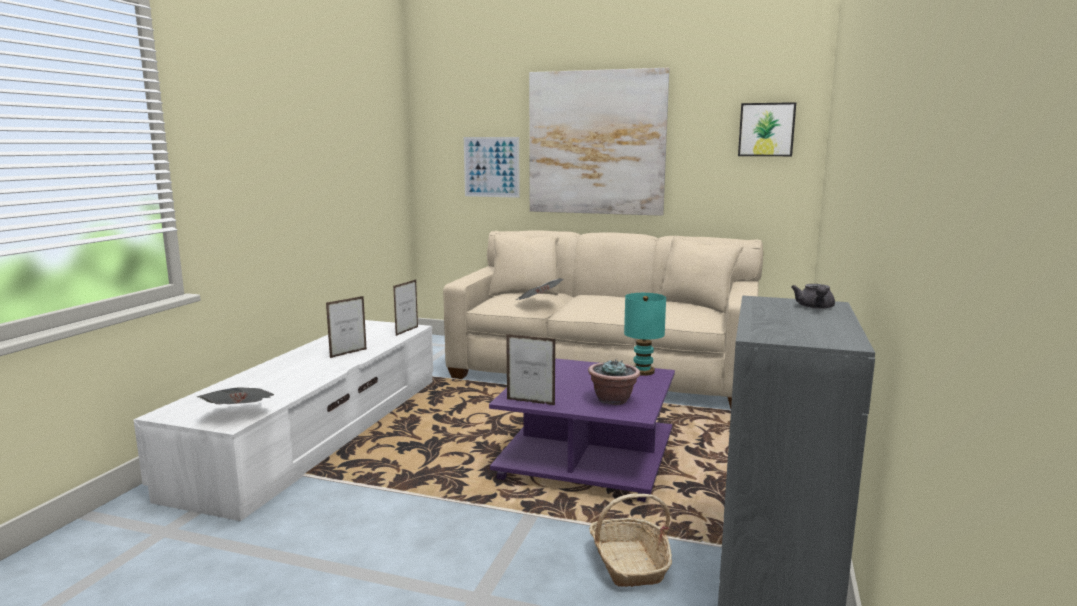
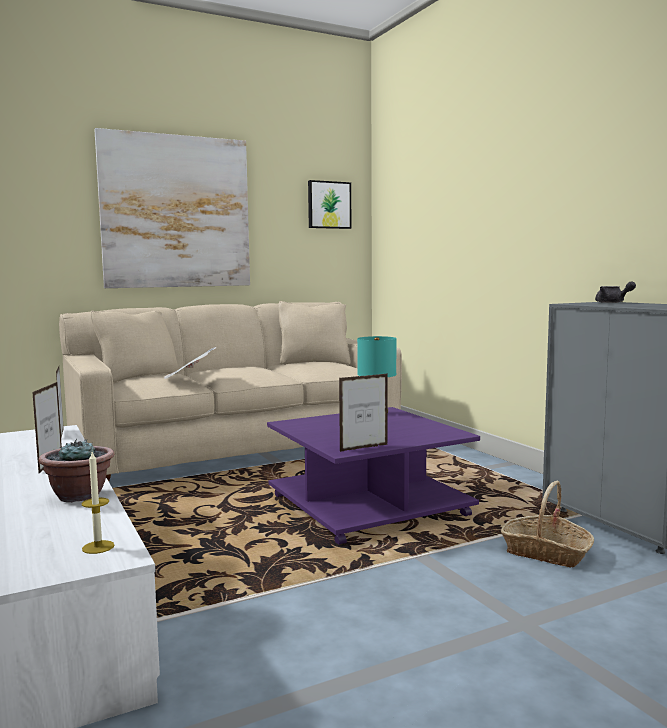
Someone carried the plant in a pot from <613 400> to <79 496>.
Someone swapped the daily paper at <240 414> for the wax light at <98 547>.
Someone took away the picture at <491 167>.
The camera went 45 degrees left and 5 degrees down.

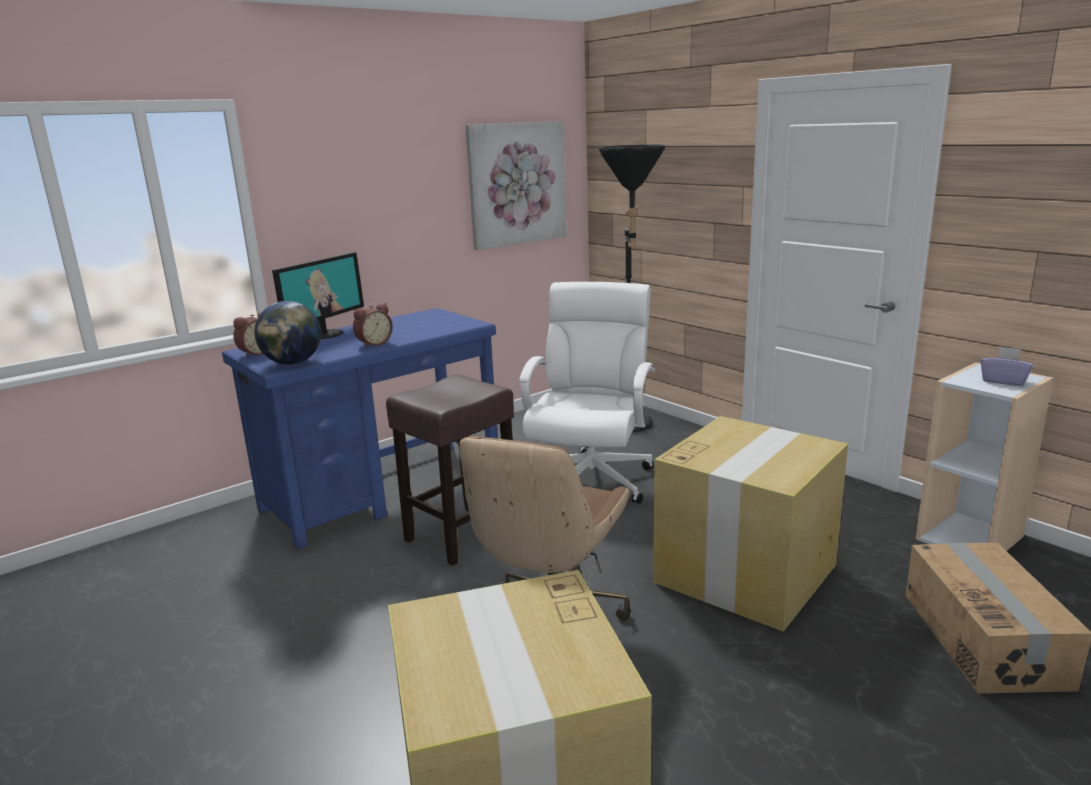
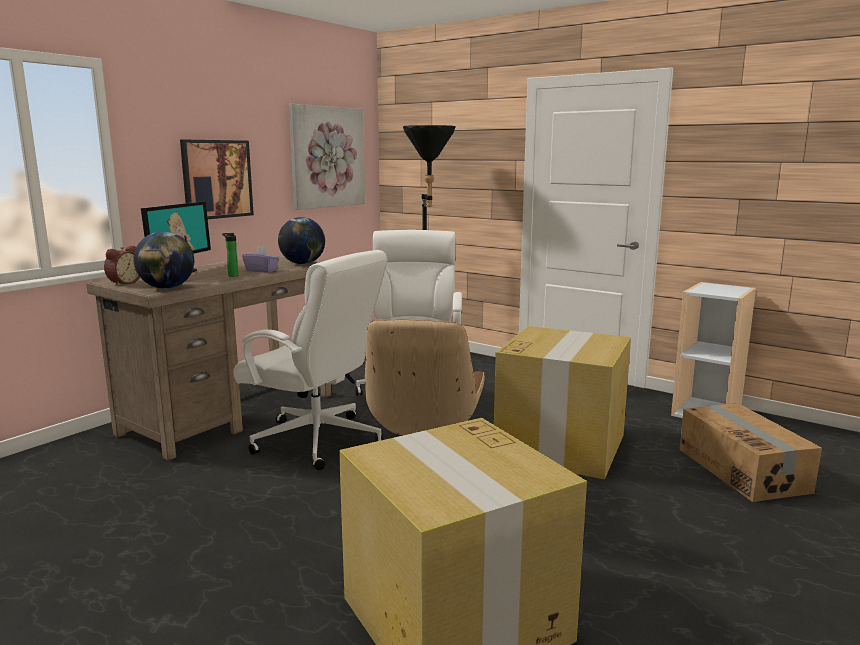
Someone repainted the blue-coloured desk at <382 491>, which became the brown desk at <230 413>.
Someone put up the picture at <217 179>.
Someone swapped the bedside clock at <373 343> for the drink bottle at <232 275>.
Someone swapped the brown stool seat at <460 535> for the white computer chair at <317 439>.
Someone carried the purple-coloured tissue box from <1003 381> to <262 271>.
Someone put down the desk globe at <302 264>.
The camera went 15 degrees left and 5 degrees down.

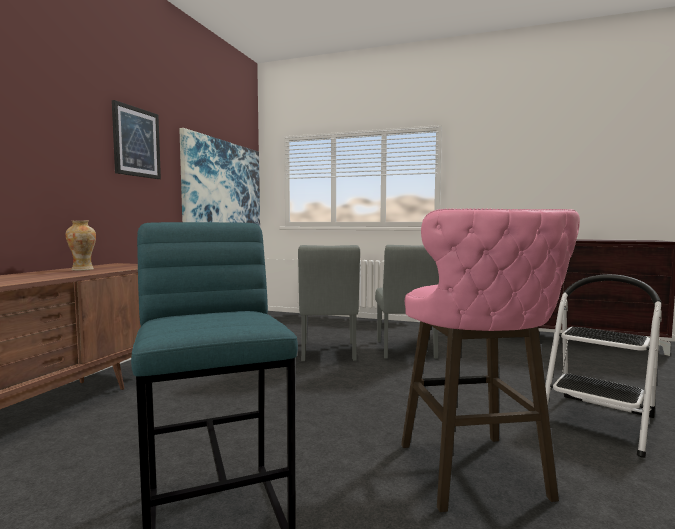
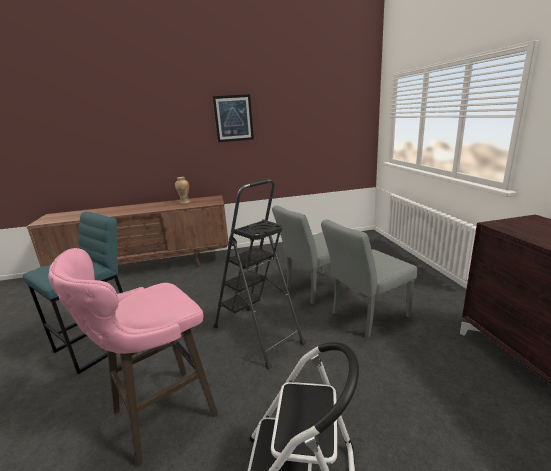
Someone put down the stepladder at <257 335>.
Someone took away the picture at <223 185>.
The camera went 60 degrees right and 15 degrees up.

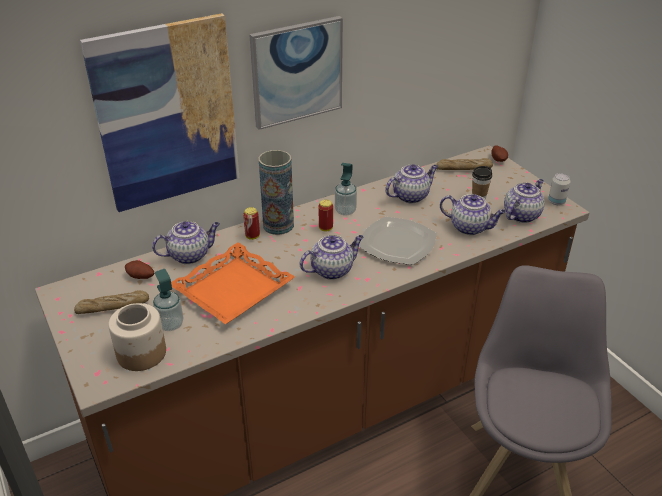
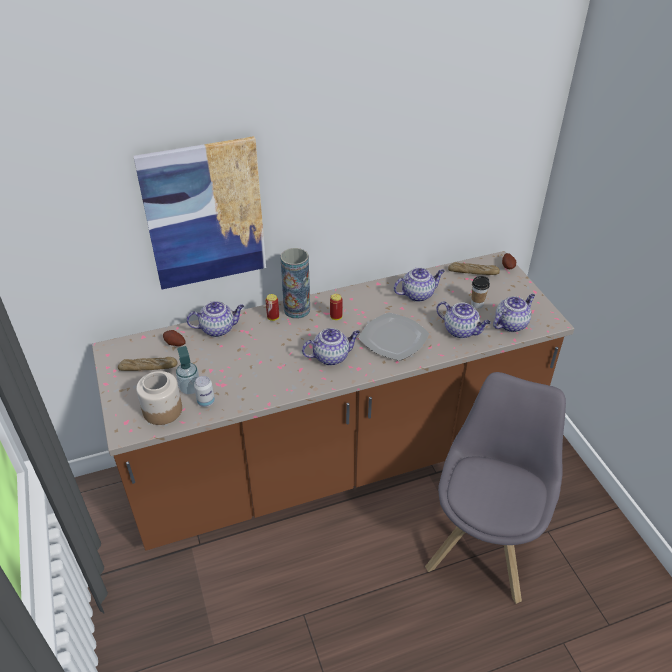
Someone carried the sealed can from <556 202> to <206 402>.
Someone took away the orange serving tray at <233 290>.
Someone took away the picture at <296 72>.
Someone took away the soap dispenser at <345 211>.
The camera went 10 degrees right and 5 degrees up.

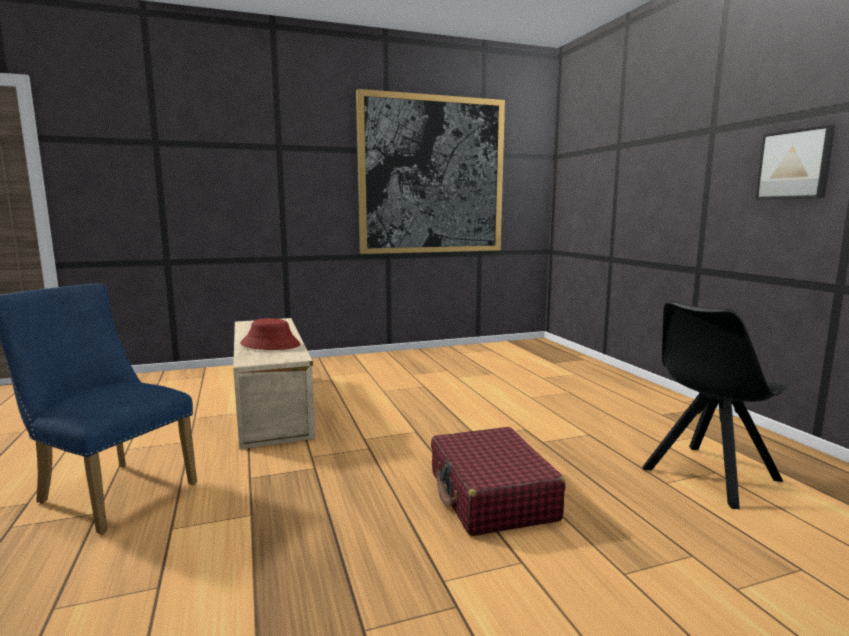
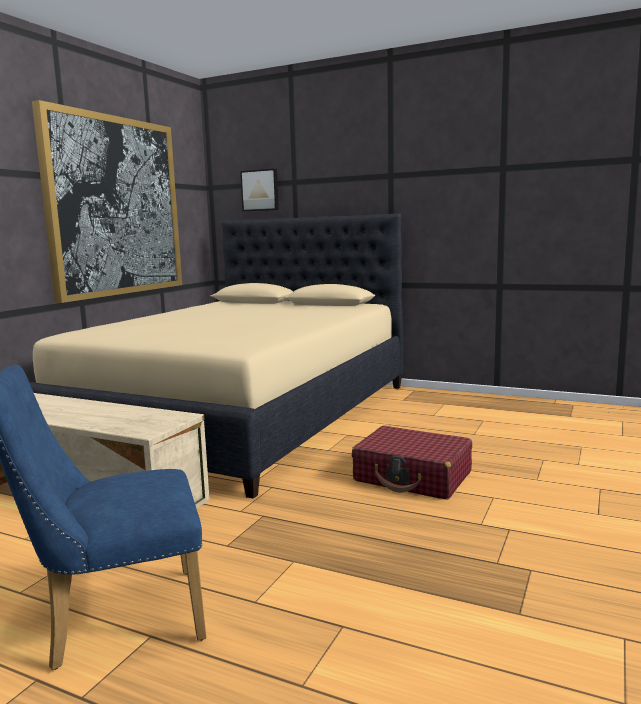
Someone put down the sand-coloured bedroom bed at <243 416>.
Someone carried the picture from <795 165> to <260 190>.
Someone took away the red-coloured wearable hat at <270 344>.
Someone took away the blackish chair at <708 475>.
The camera went 45 degrees left and 0 degrees up.

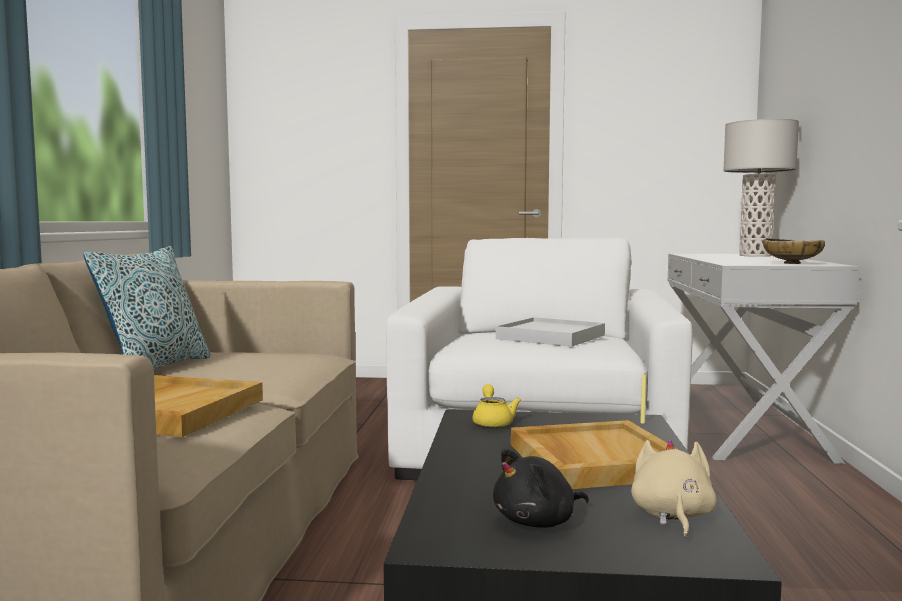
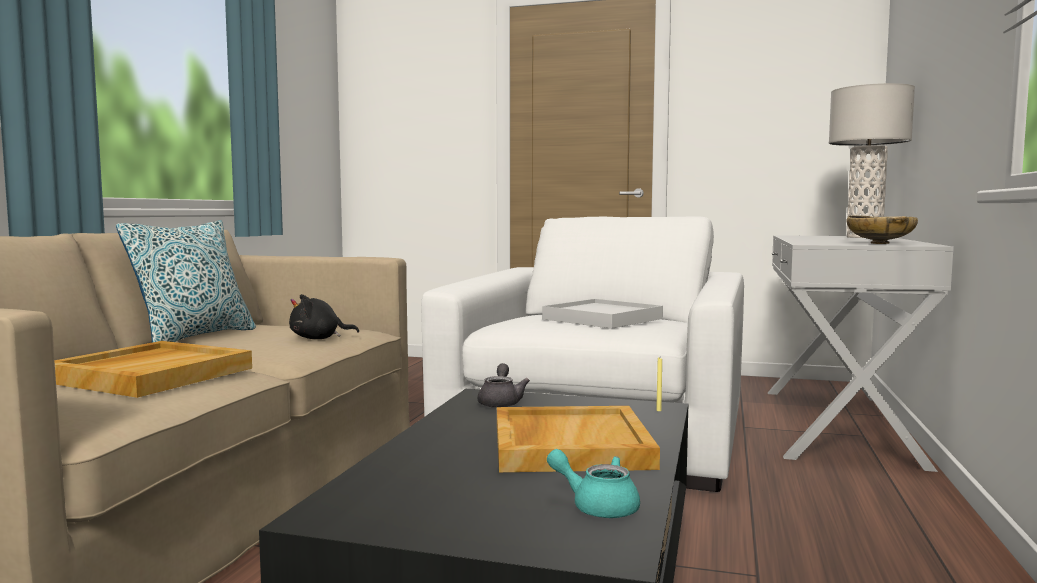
Someone carried the blackish plush toy from <538 522> to <319 338>.
Someone repainted the yellow teapot at <493 422>, which became the gray teapot at <501 402>.
Someone swapped the sand-coloured plush toy at <672 516> for the turquoise-coloured teapot at <597 506>.
The camera went 10 degrees right and 0 degrees up.

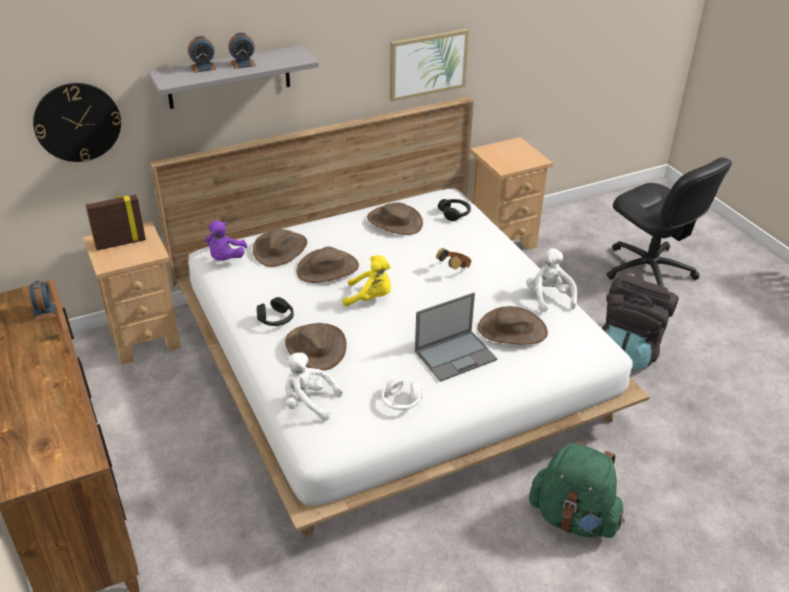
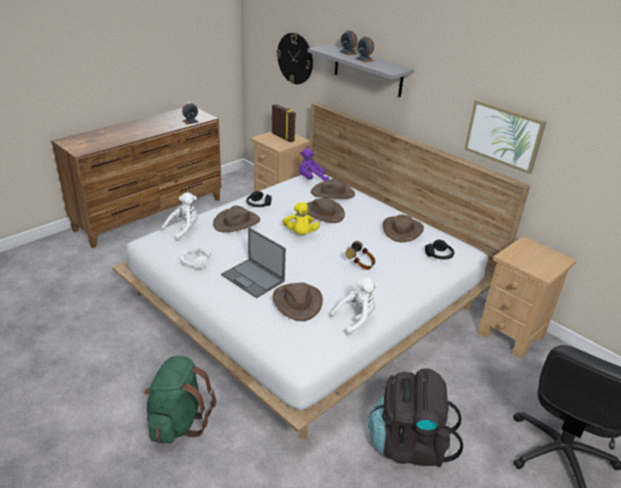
Someone rotated the white plush toy at <308 403> by 45 degrees clockwise.
The camera went 70 degrees right and 5 degrees down.

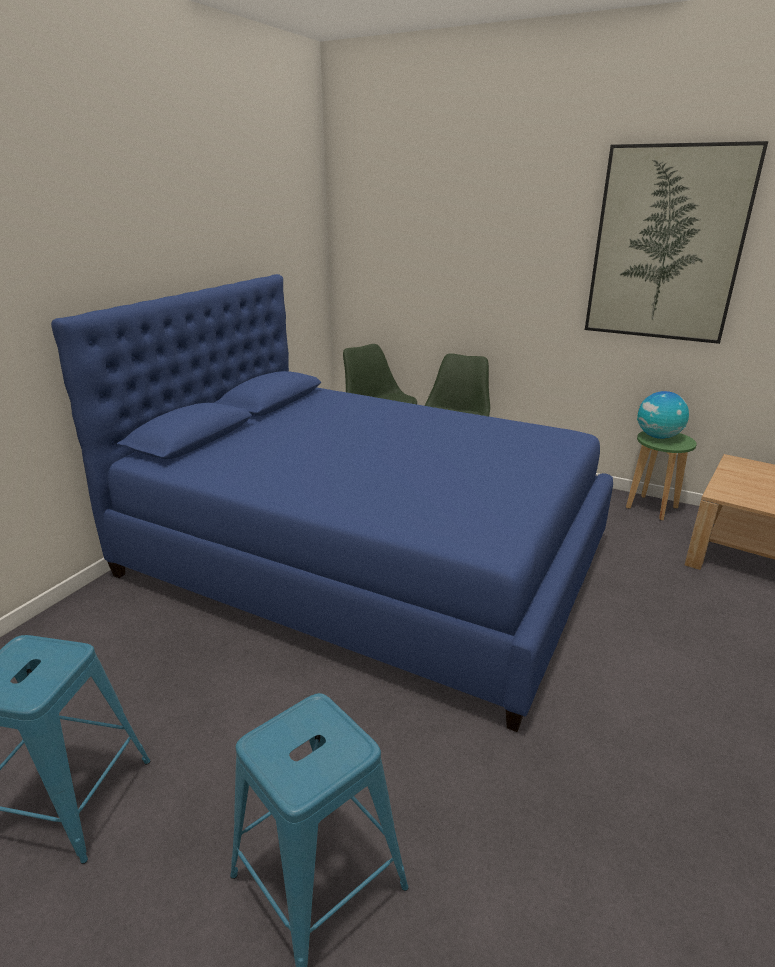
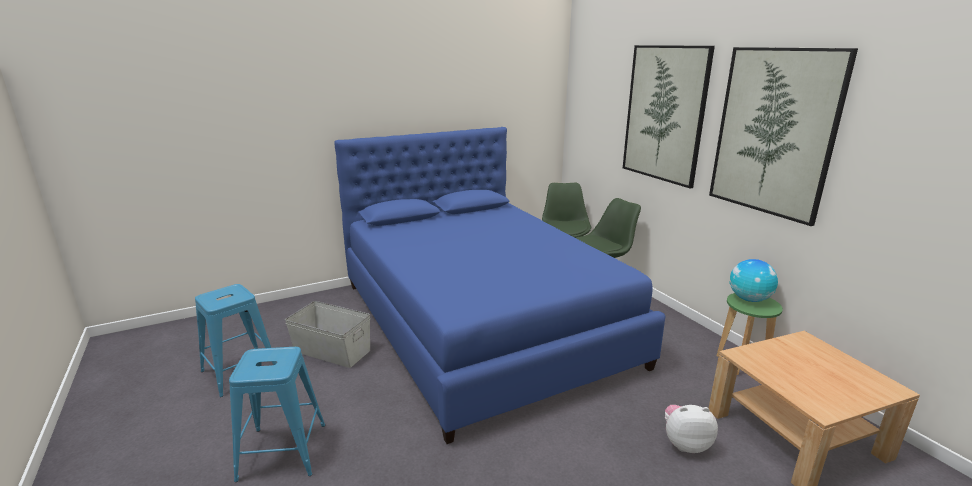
Someone put down the gray storage box at <332 350>.
Someone put up the picture at <664 114>.
Someone put down the plush toy at <685 443>.
The camera went 35 degrees right and 5 degrees down.

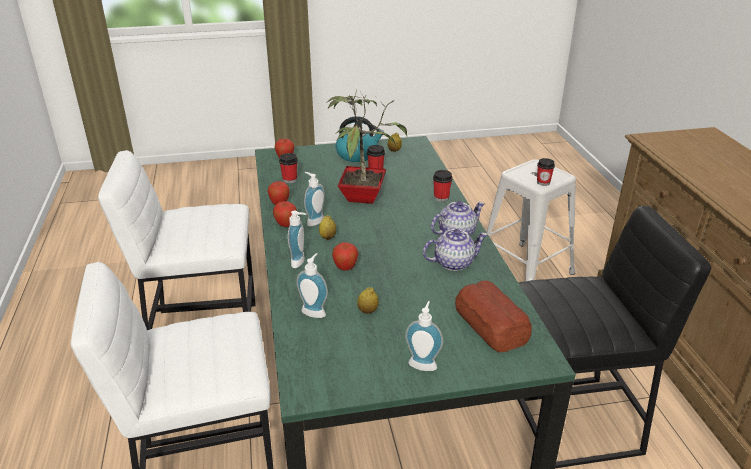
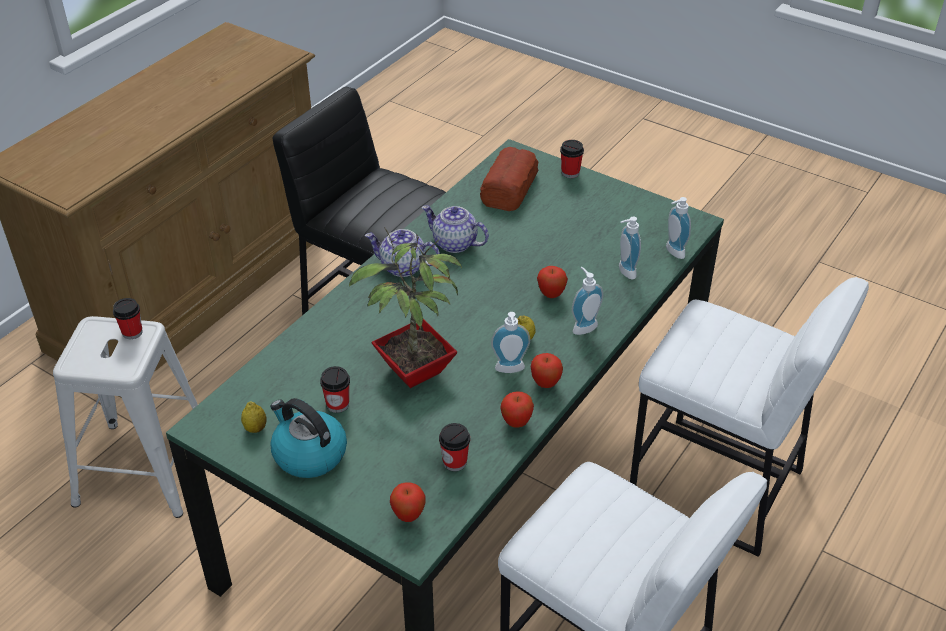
Someone carried the cup from <441 197> to <570 173>.
Someone carried the soap dispenser from <423 363> to <672 252>.
Someone took away the lemon at <367 311>.
The camera went 135 degrees left and 10 degrees up.

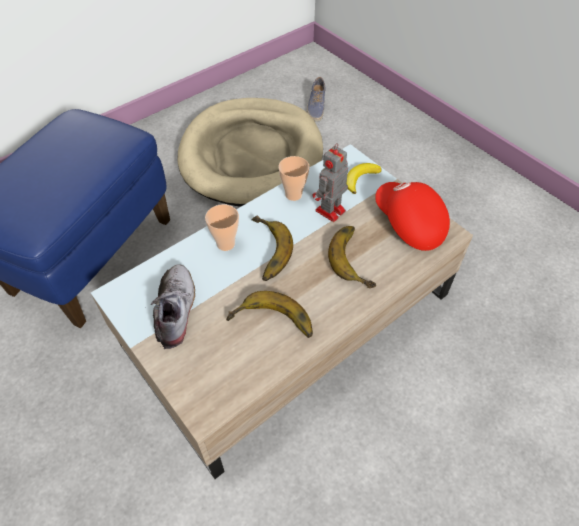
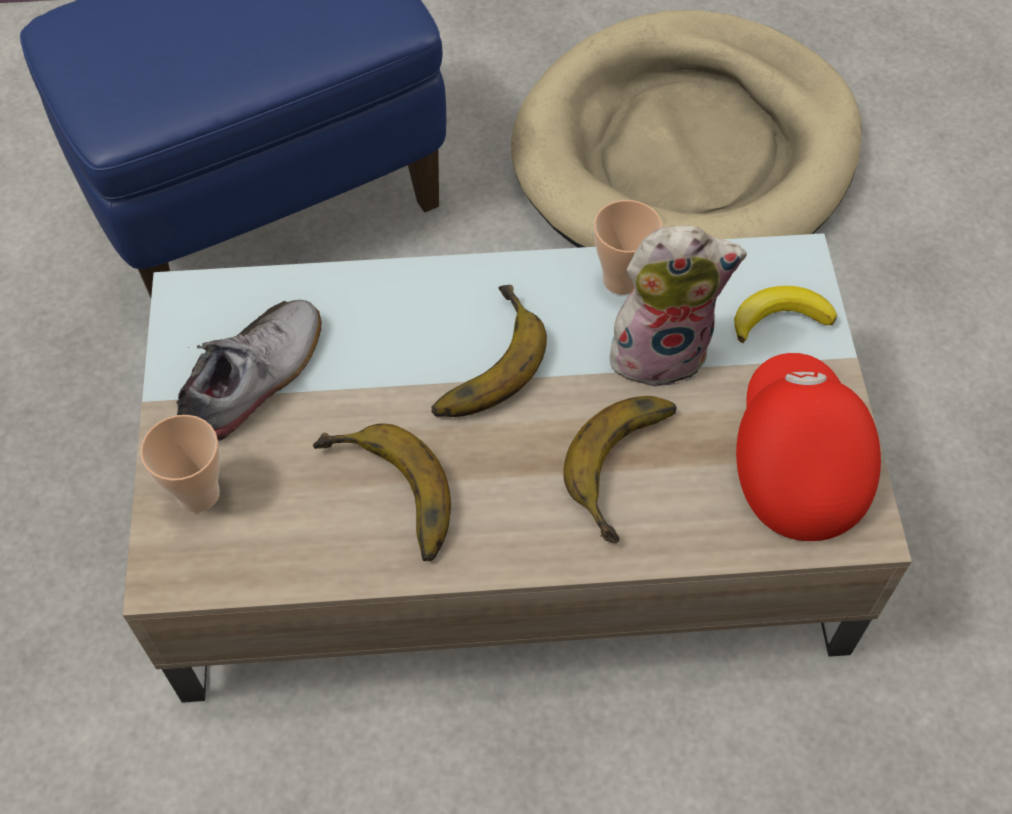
Someone carried the cup from <226 244> to <198 494>.
Someone swapped the toy robot at <329 211> for the plush toy at <660 350>.
Someone took away the item of footwear at <316 107>.
The camera went 35 degrees right and 5 degrees up.

